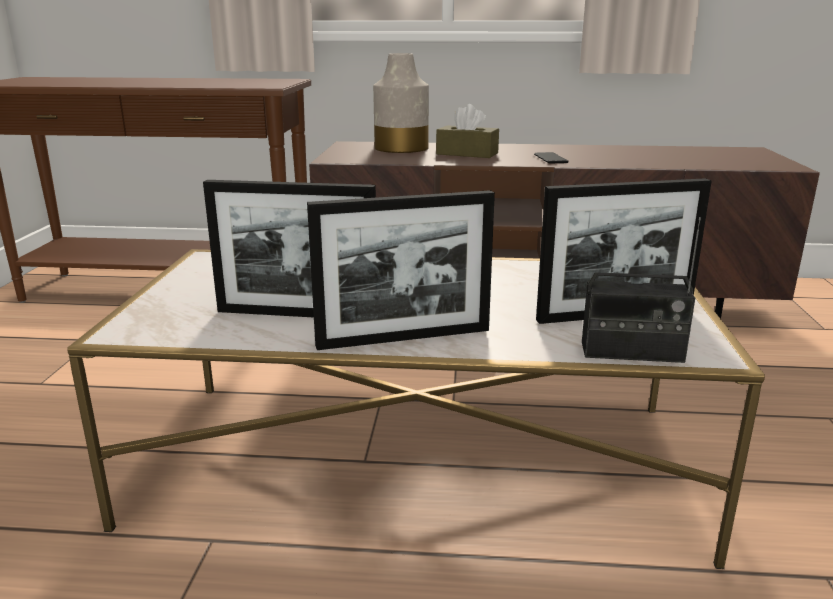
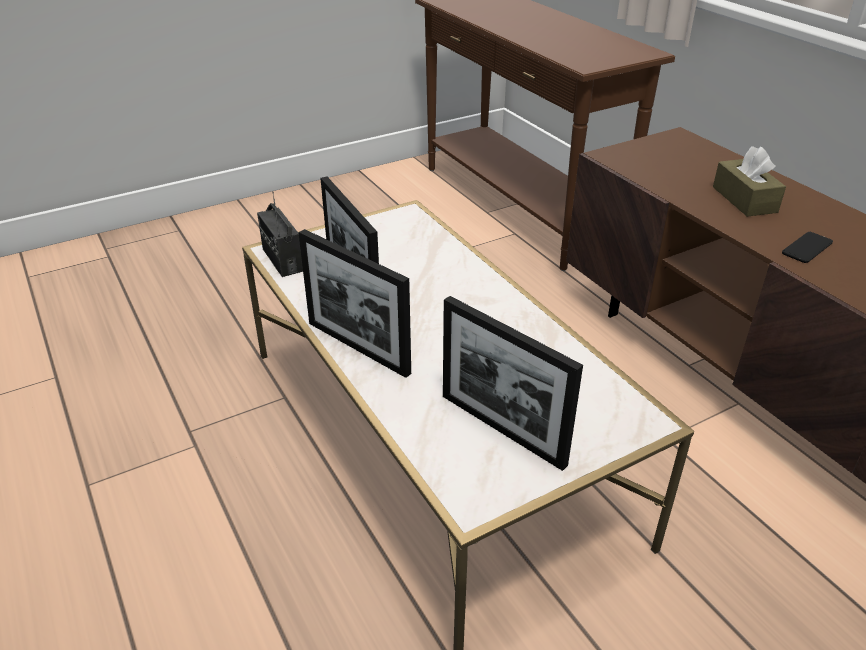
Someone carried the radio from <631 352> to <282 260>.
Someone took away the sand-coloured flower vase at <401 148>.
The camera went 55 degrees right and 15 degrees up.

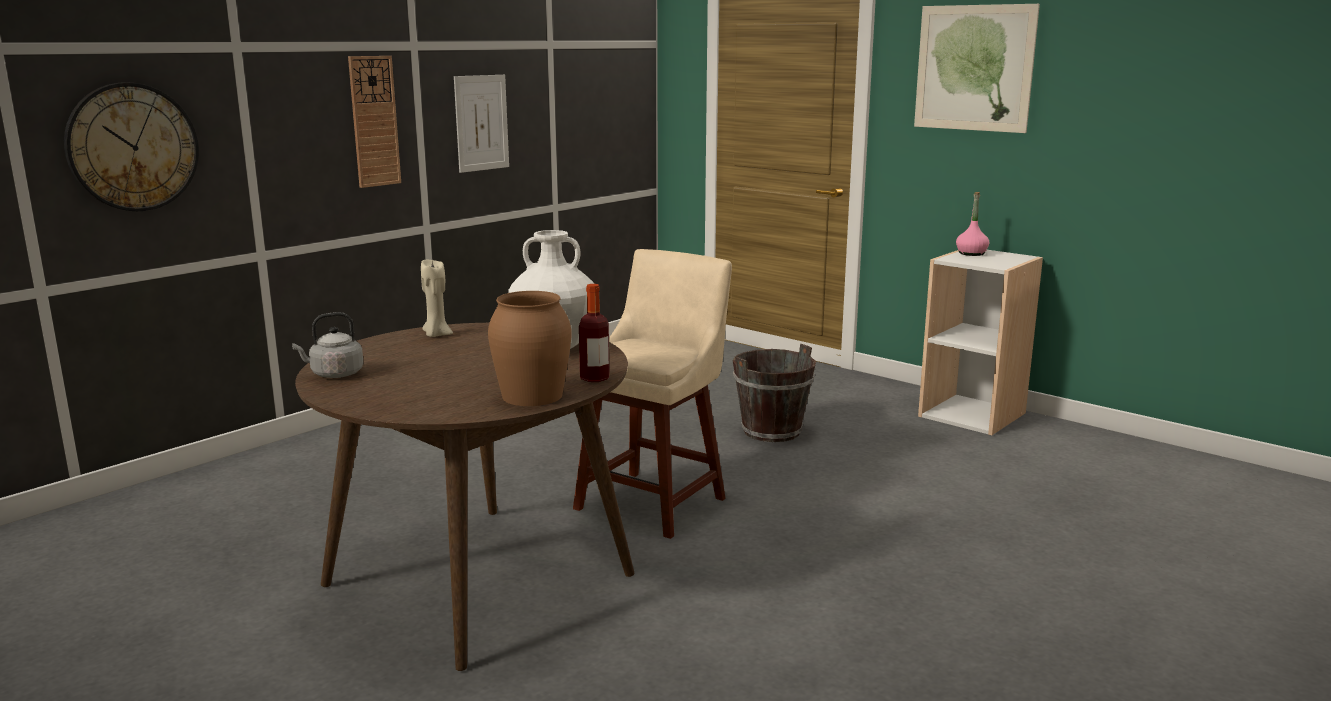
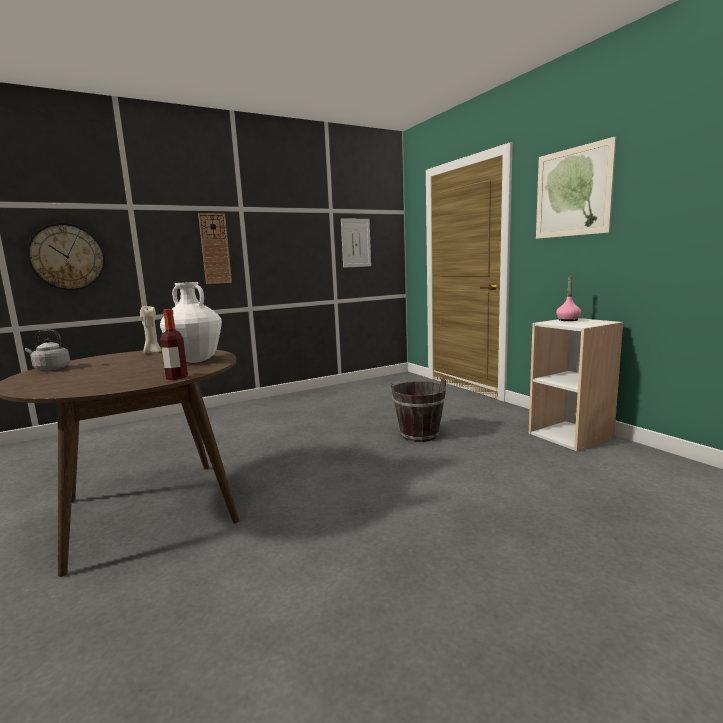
Someone carried the picture from <481 123> to <356 243>.
Someone took away the brown flower vase at <531 396>.
Someone took away the sand-coloured chair at <655 500>.
The camera went 20 degrees right and 5 degrees down.

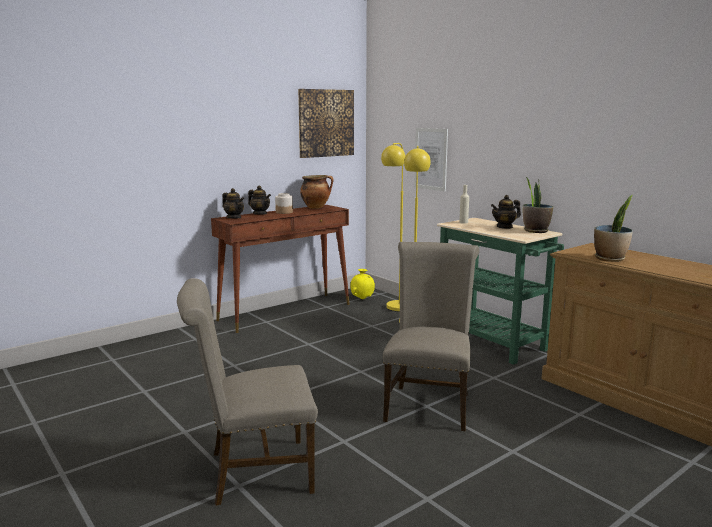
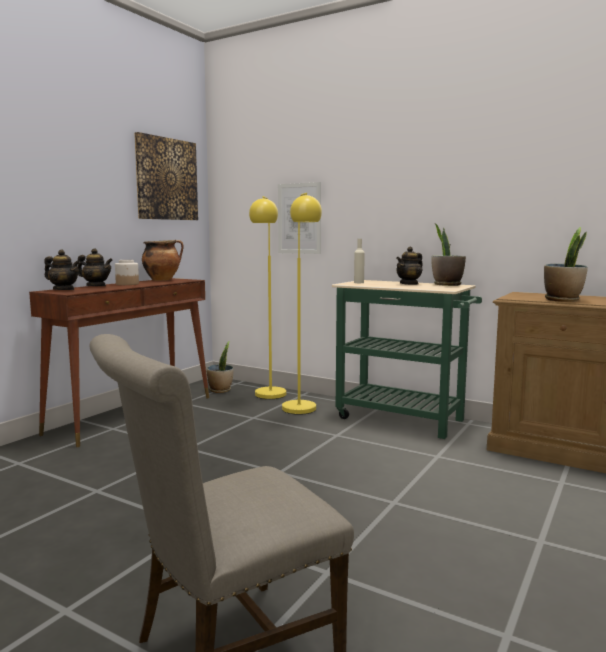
Someone swapped the yellow flower vase at <362 299> for the plant in a pot at <220 390>.
Someone took away the sand-coloured chair at <428 404>.
The camera went 20 degrees left and 5 degrees down.

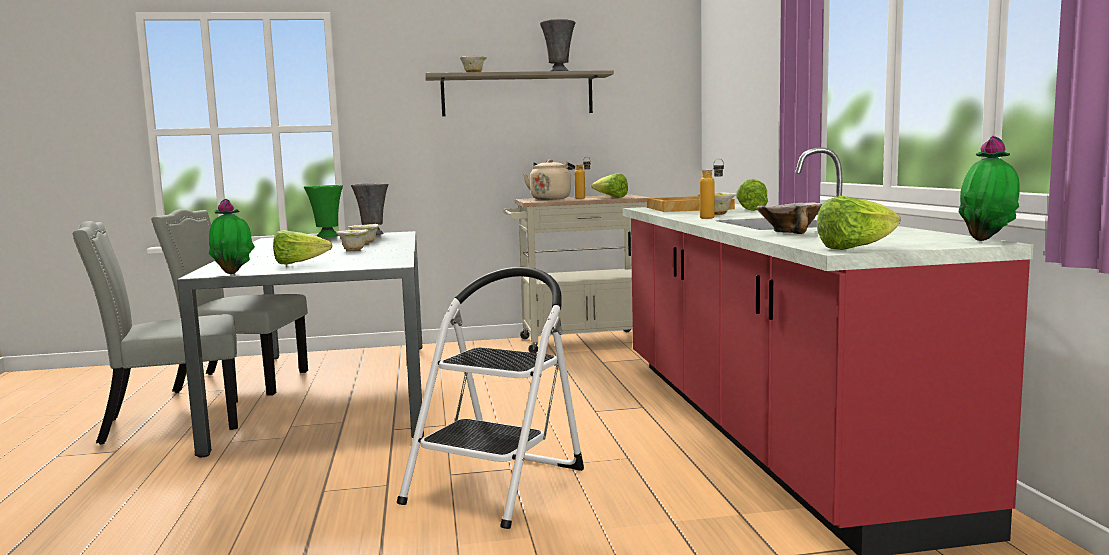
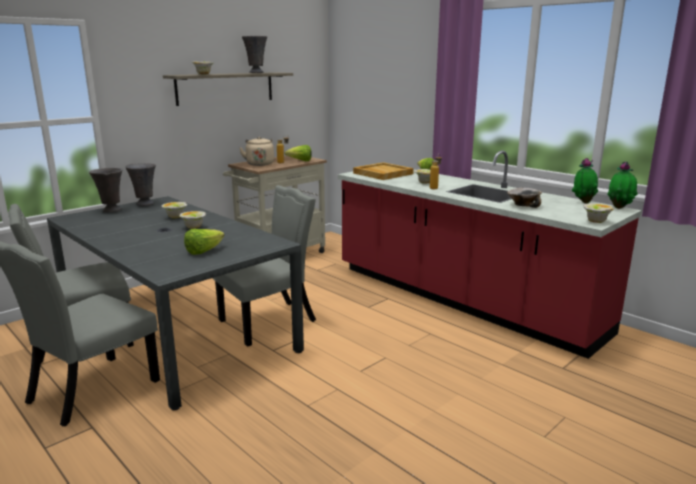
Someone repainted the greenish flower vase at <327 236>, which became the gray flower vase at <111 210>.
Someone put down the gray chair at <267 322>.
Someone carried the plant in a pot from <233 273> to <583 202>.
Someone swapped the lettuce head at <855 248> for the bowl at <595 221>.
Someone took away the stepladder at <499 484>.
The camera went 35 degrees left and 10 degrees up.

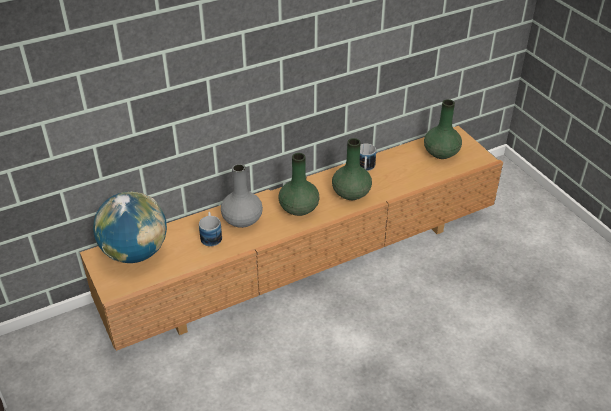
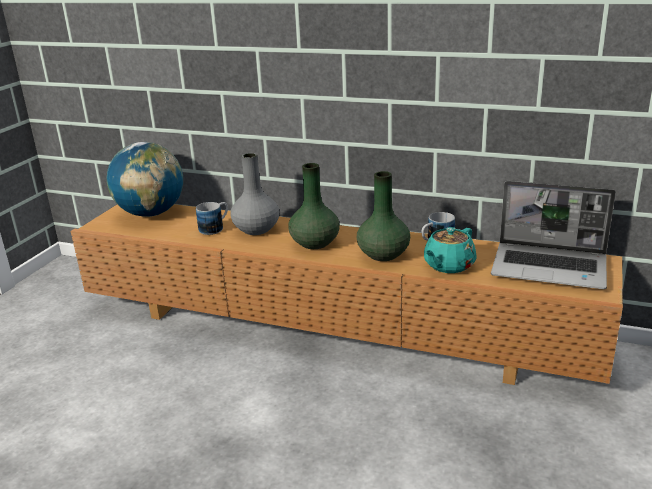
Someone put down the turquoise-coloured teapot at <448 265>.
Someone swapped the greenish flower vase at <441 152> for the notebook computer at <550 267>.
The camera went 50 degrees right and 15 degrees down.

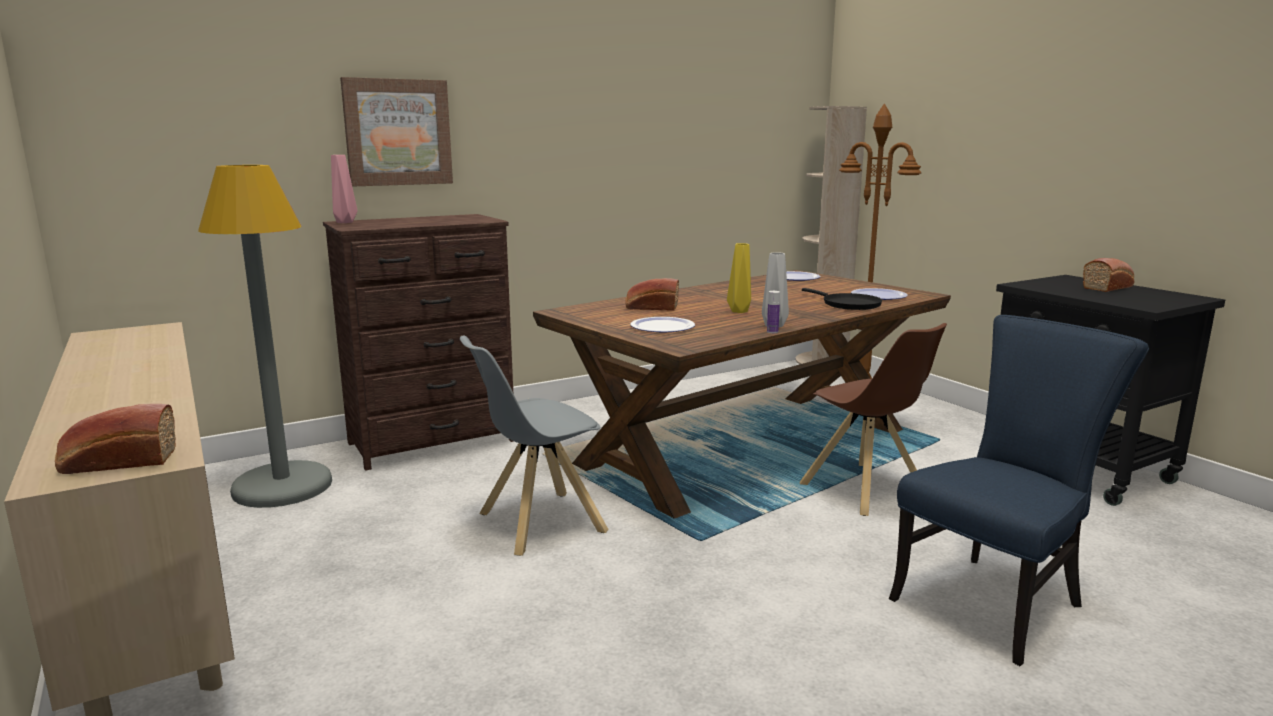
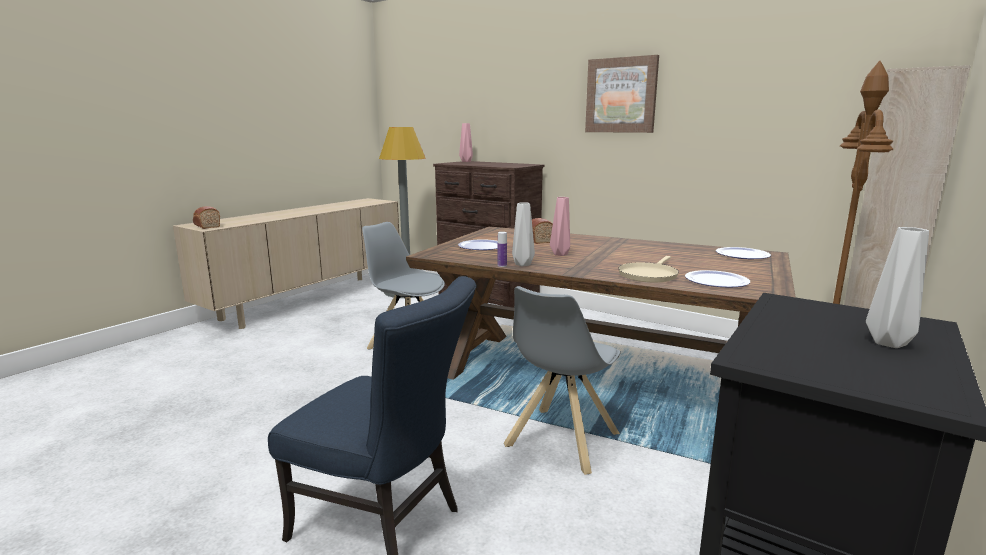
Someone repainted the brown chair at <865 490>, which became the gray chair at <560 441>.
Someone repainted the yellow flower vase at <739 311>, which became the pink flower vase at <561 254>.
Someone carried the picture from <398 132> to <621 95>.
Someone repainted the blackish skillet at <848 304>, which became the sand-coloured skillet at <648 275>.
Someone swapped the baked bread at <1108 287> for the gray flower vase at <886 342>.
The camera went 65 degrees right and 0 degrees up.

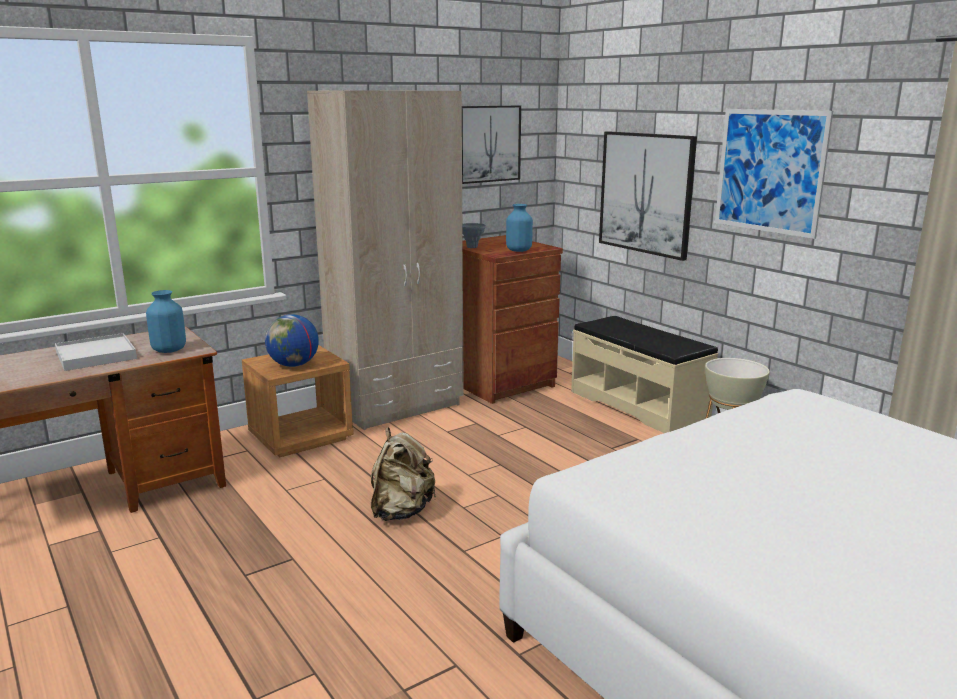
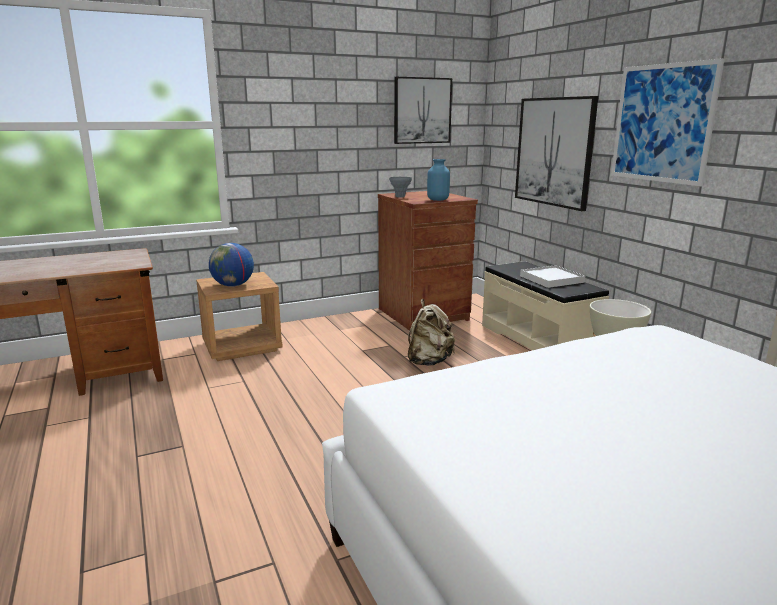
Someone carried the sand-coloured rucksack from <401 511> to <429 361>.
Someone carried the white serving tray from <96 355> to <551 279>.
Someone took away the blue-coloured flower vase at <168 350>.
Someone took away the sand-coloured armoire at <397 406>.
The camera went 10 degrees right and 0 degrees up.

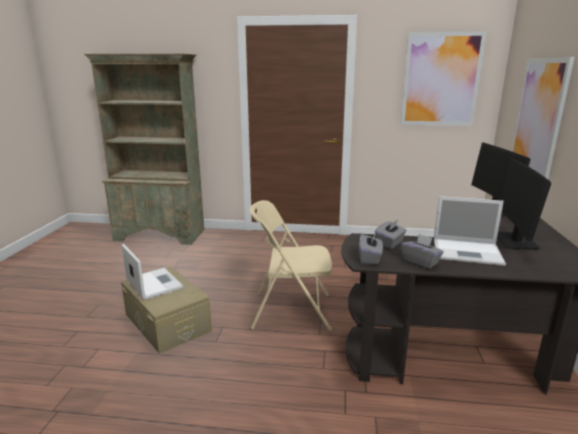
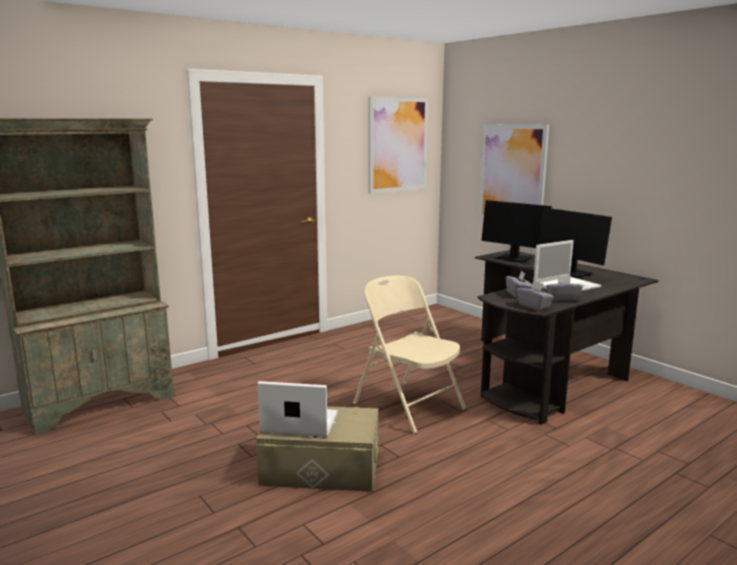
Someone rotated the sand-coloured chair at <292 311> by 90 degrees clockwise.
The camera went 45 degrees left and 5 degrees down.

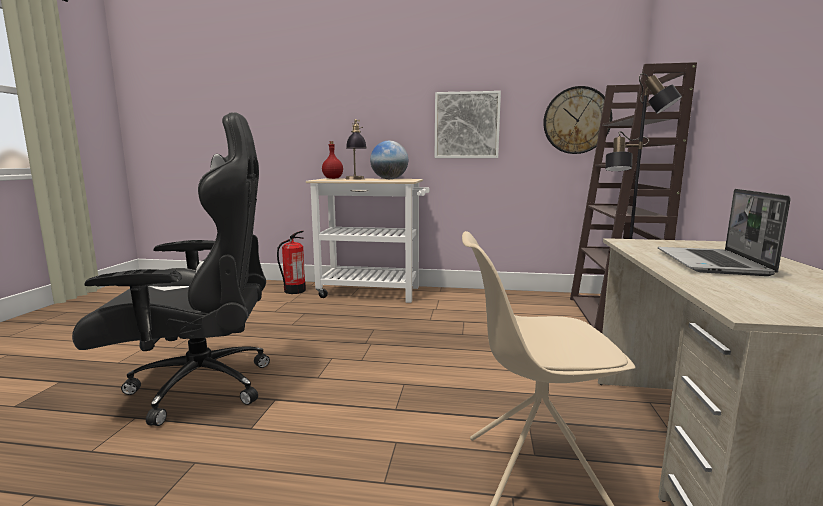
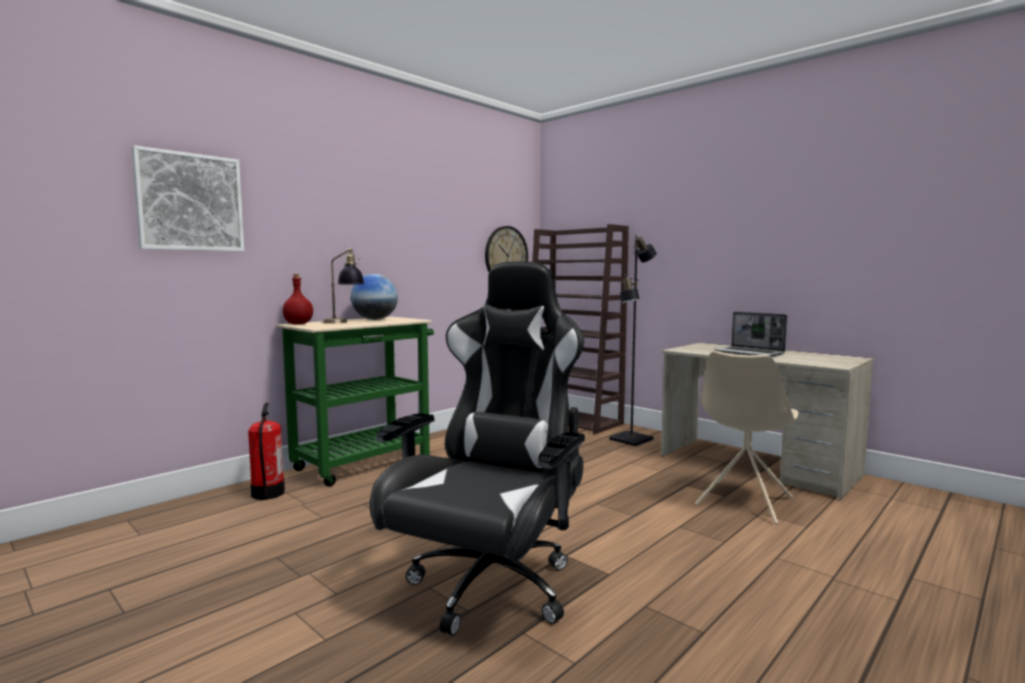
Someone carried the picture from <466 125> to <190 202>.
Someone repainted the white trolley at <371 292>, which became the greenish trolley at <364 464>.
The camera went 55 degrees left and 5 degrees down.

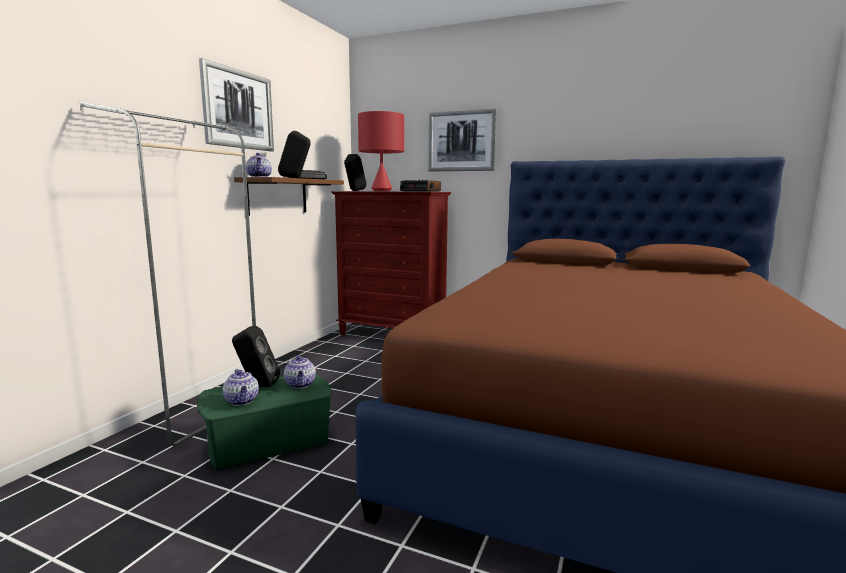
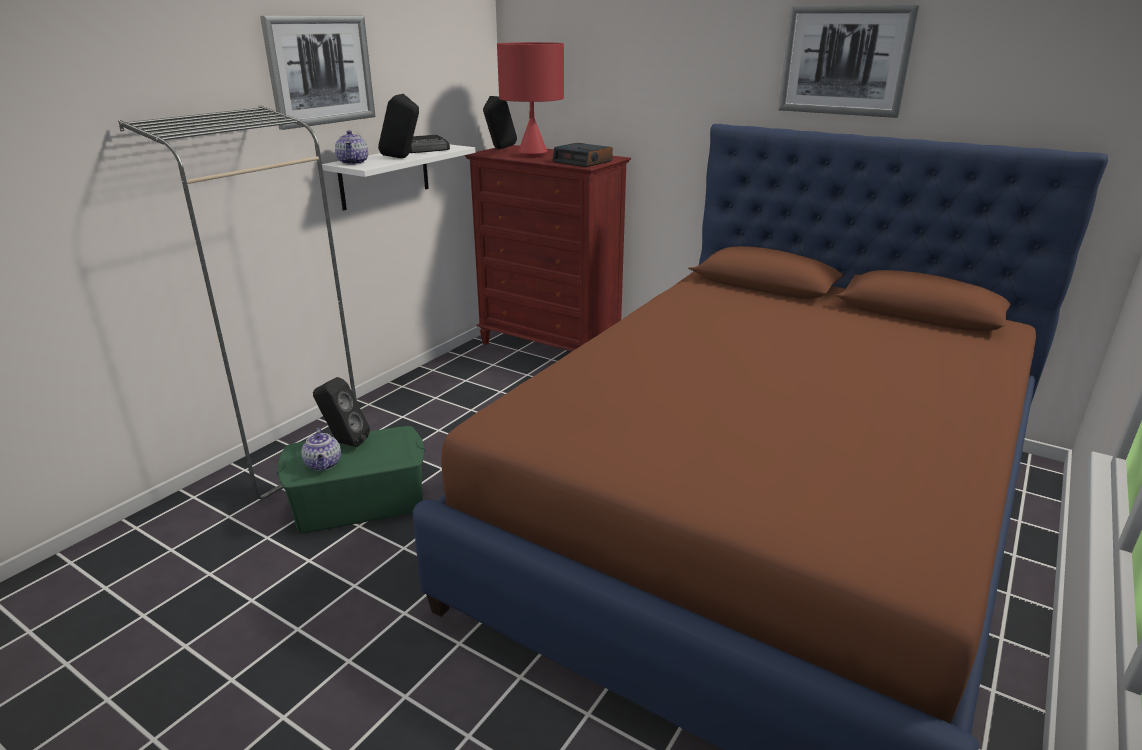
Someone repainted the brown wall shelf at <277 196>, which became the white wall shelf at <385 176>.
Someone carried the picture from <461 141> to <844 61>.
Someone took away the teapot at <300 384>.
The camera went 10 degrees right and 15 degrees up.

